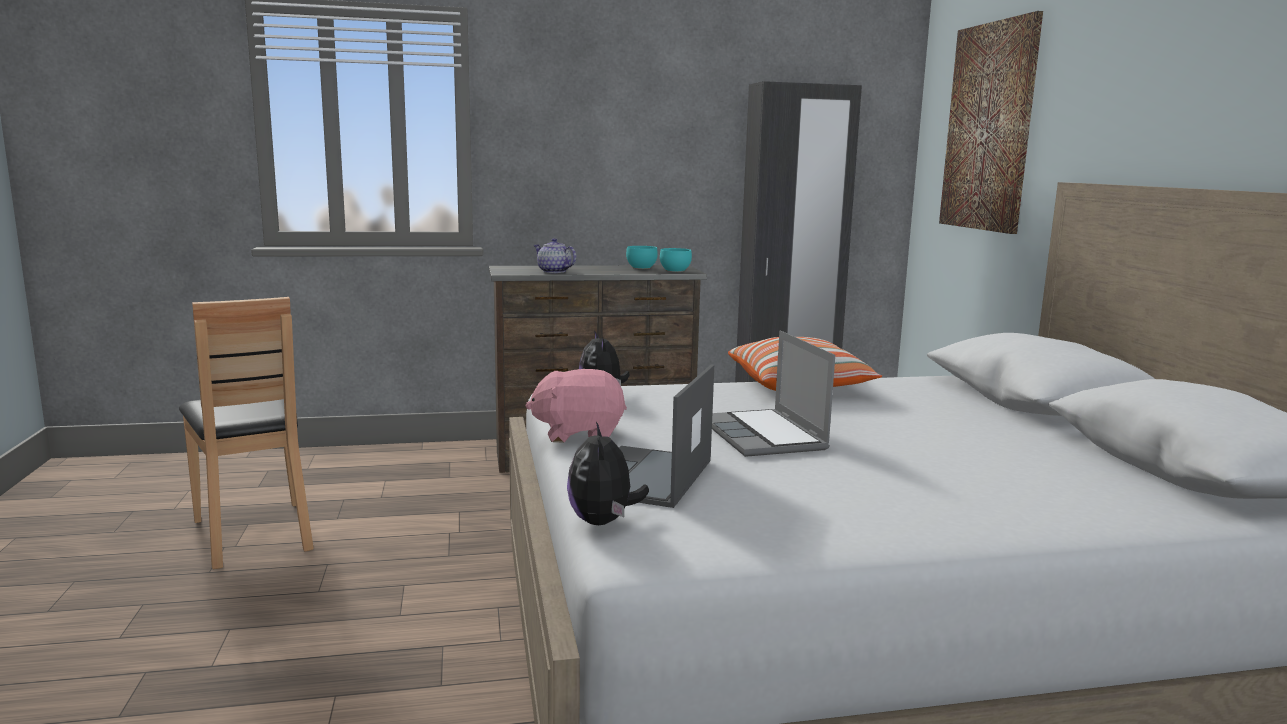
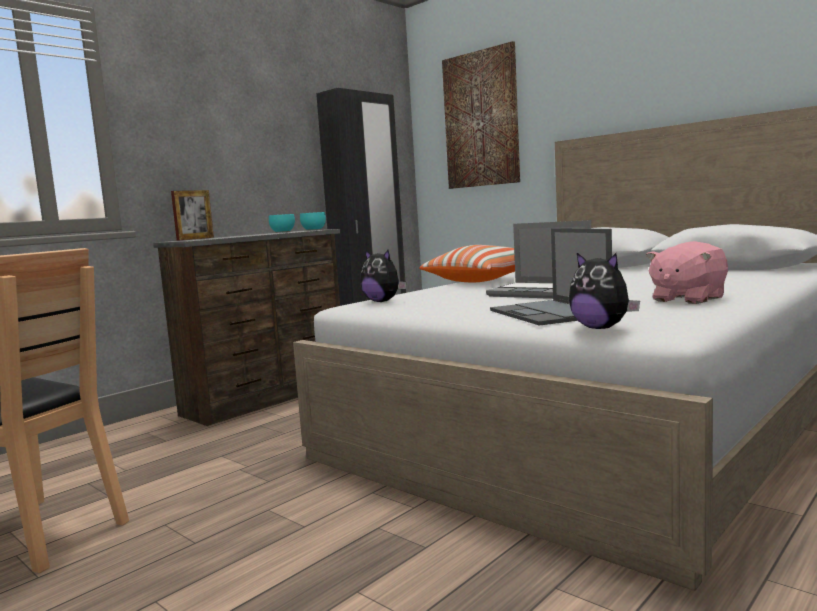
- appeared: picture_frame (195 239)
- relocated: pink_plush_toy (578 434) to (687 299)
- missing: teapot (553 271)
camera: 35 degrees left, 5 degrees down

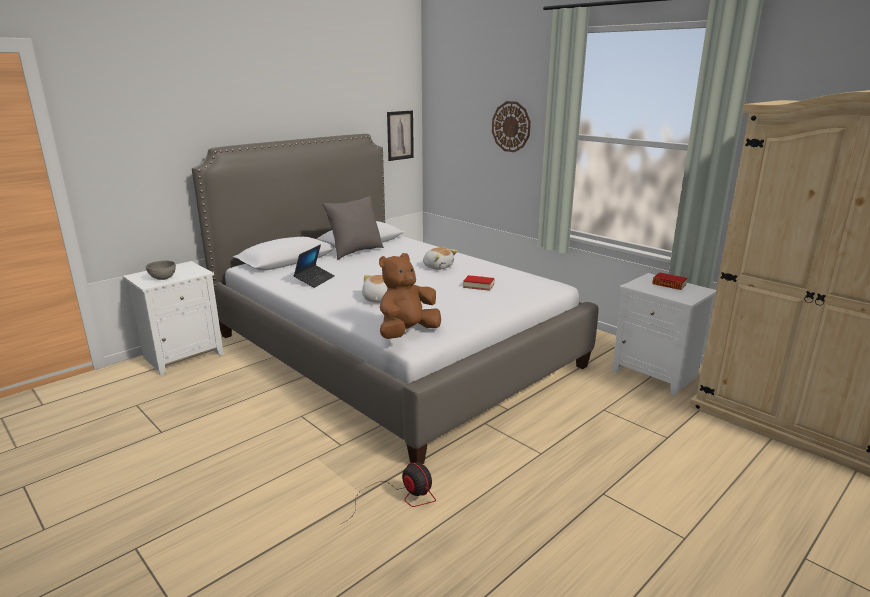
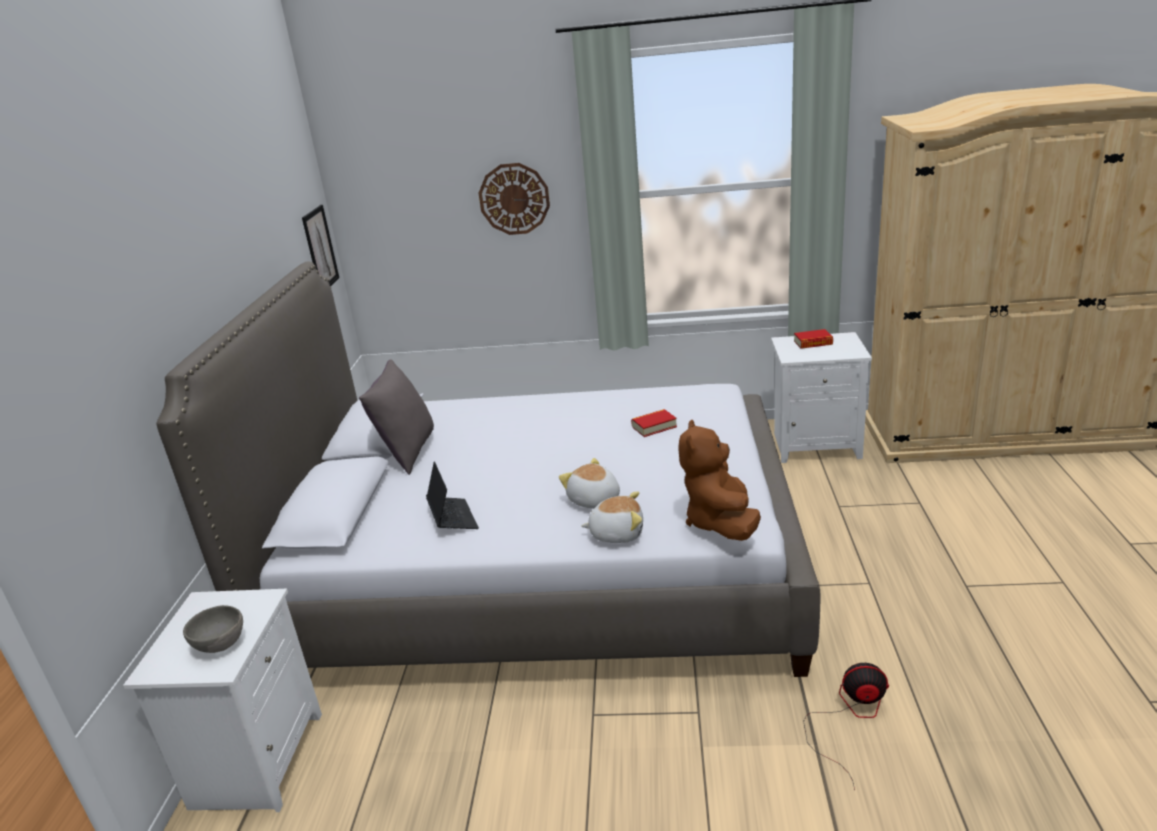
- relocated: plush_toy (438 267) to (616 533)
camera: 40 degrees left, 5 degrees up

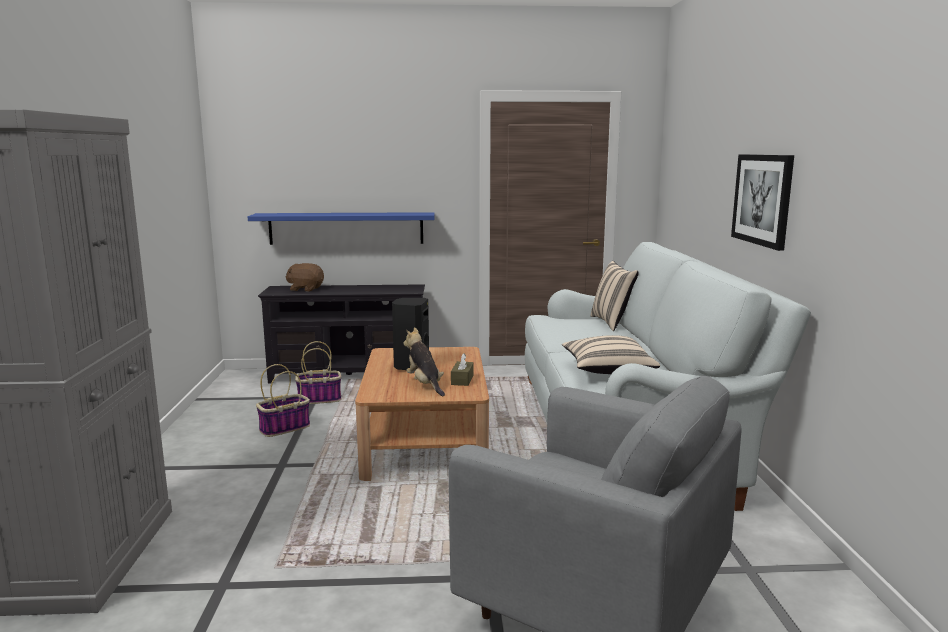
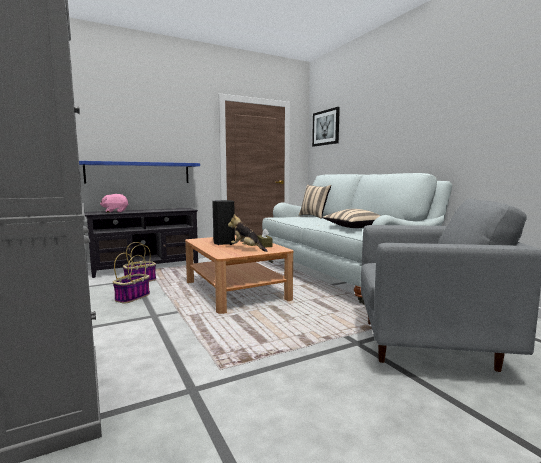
- colour: brown_plush_toy (305 289) to pink_plush_toy (115 211)
- relocated: picture (762 199) to (326 127)
camera: 25 degrees left, 5 degrees down

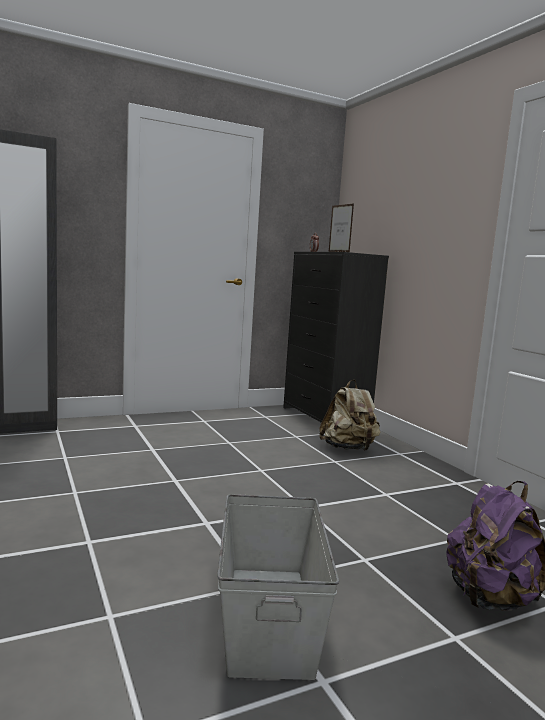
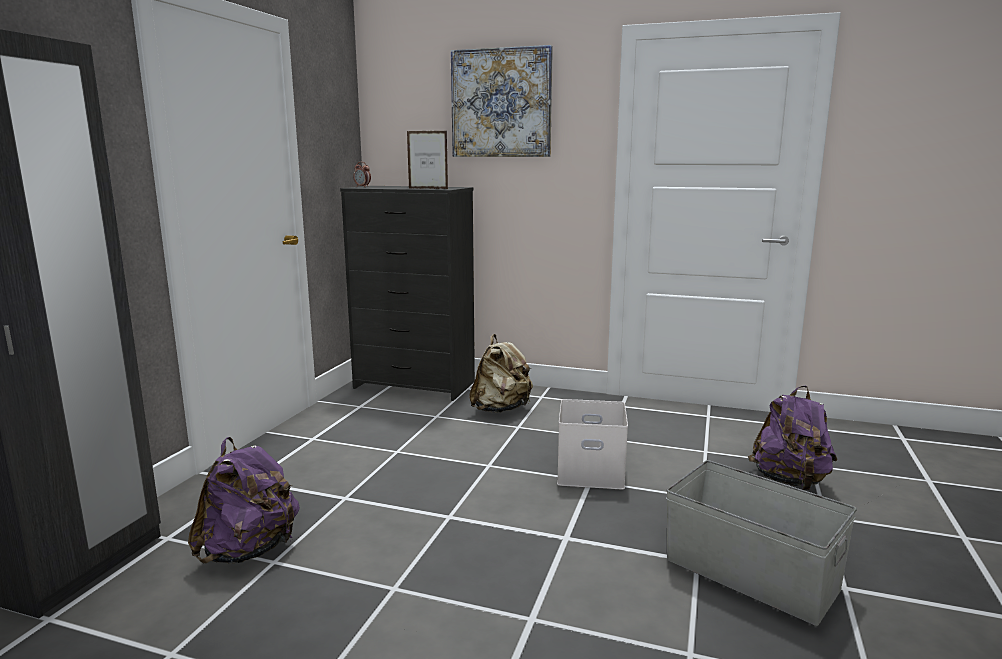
- appeared: purple_backpack (249 551)
- appeared: picture (501 103)
- appeared: white_storage_box (592 471)
camera: 45 degrees left, 5 degrees up

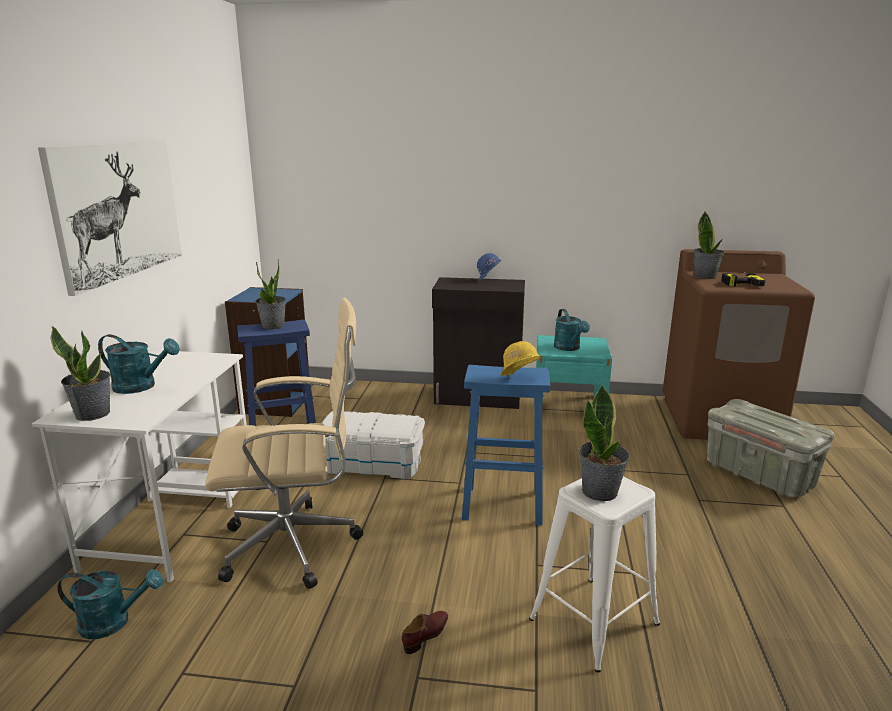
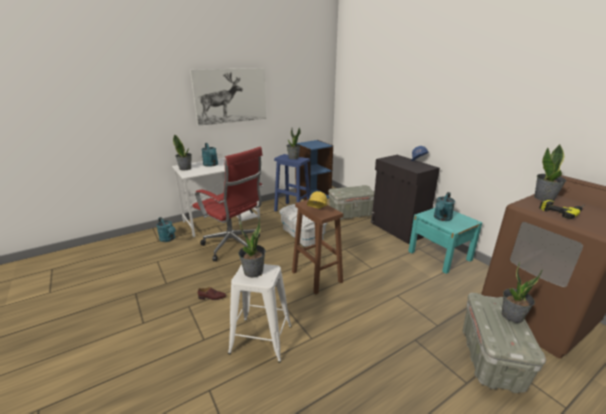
- colour: beige_office_chair (297 545) to red_office_chair (233 246)
- colour: blue_stool (504 505) to brown_stool (317 277)
- appeared: grey_storage_box (351 214)
- appeared: potted_plant (512 316)
camera: 50 degrees right, 5 degrees up

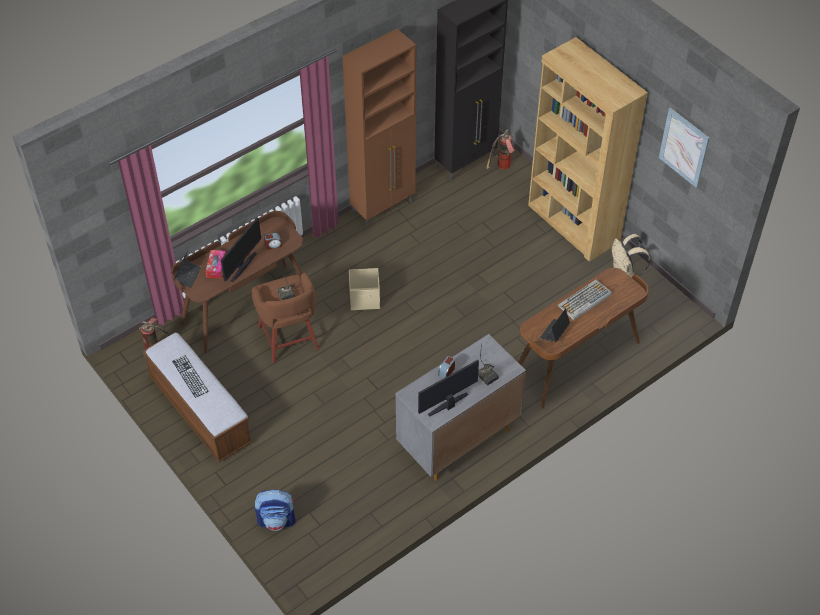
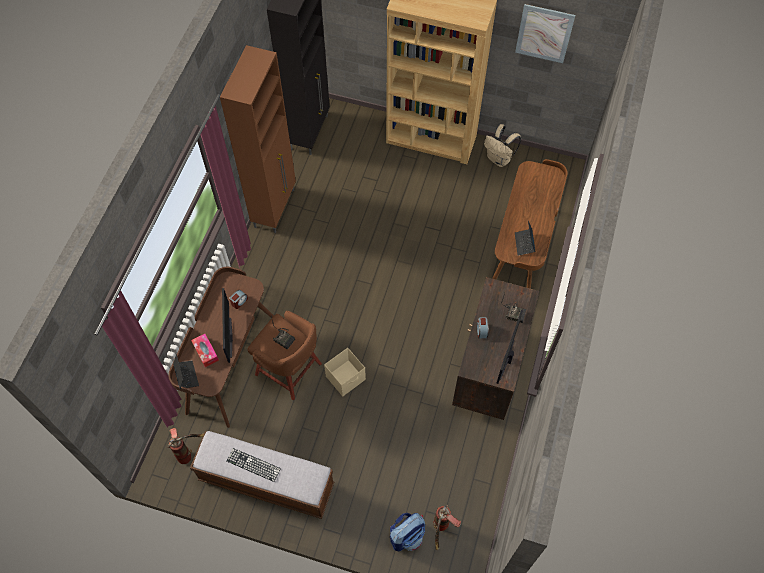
- relocated: beige_storage_box (365 299) to (346 378)
- relocated: fire_extinguisher (501 168) to (441 530)
- colour: grey_cabinet (457 439) to brown_cabinet (488 372)
- missing: keyboard (584 300)
camera: 35 degrees left, 10 degrees up

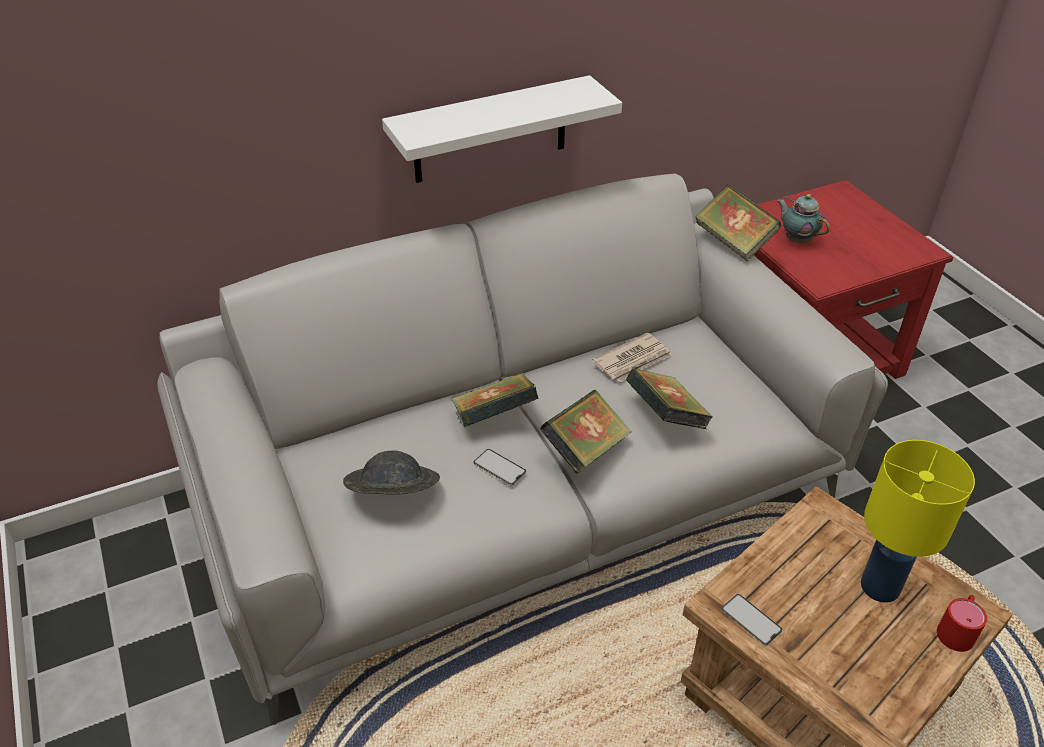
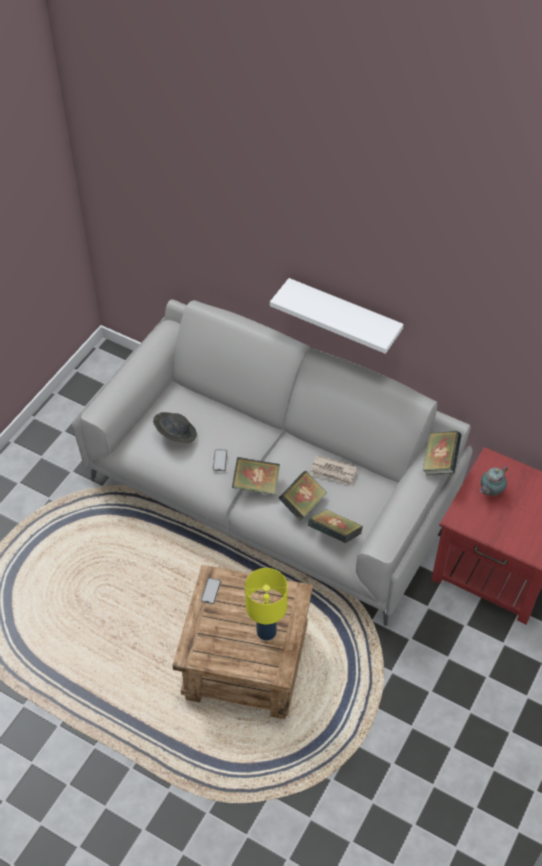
- relocated: book (494 418) to (334 534)
- spun: teapot (796 240) = (490 492) 150 degrees counterclockwise
- missing: red_mug (957 629)
camera: 55 degrees right, 10 degrees up

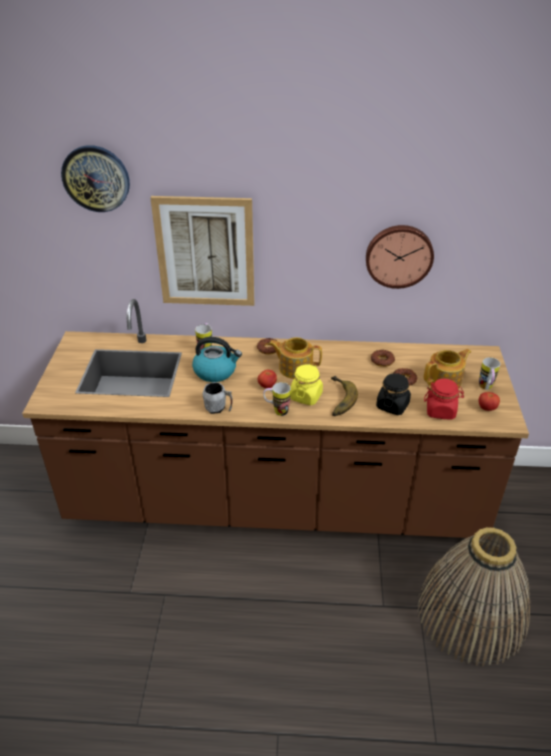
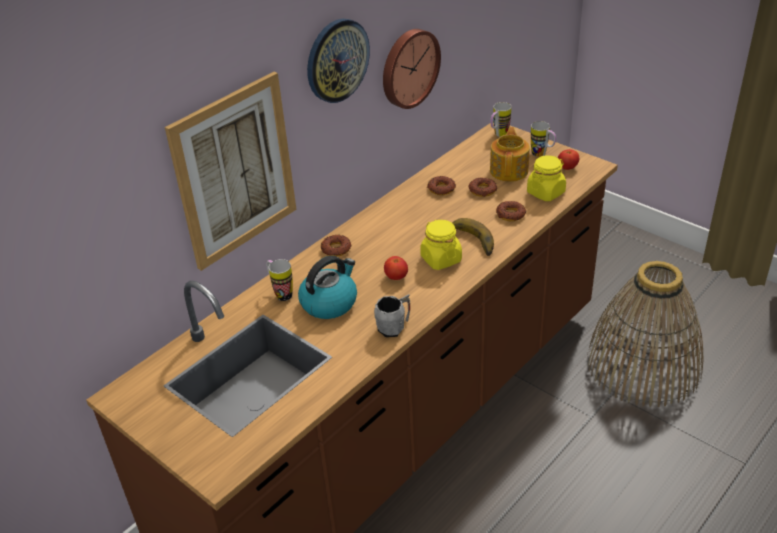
- relocated: wall_clock (96 178) to (337 60)
- relocated: mug (276 411) to (498 135)
- exchanged: black_jar (392 405) to donut (510 214)
- colour: red_jar (441 411) to yellow_jar (546 192)
- missing: teapot (295 368)
camera: 50 degrees left, 0 degrees up

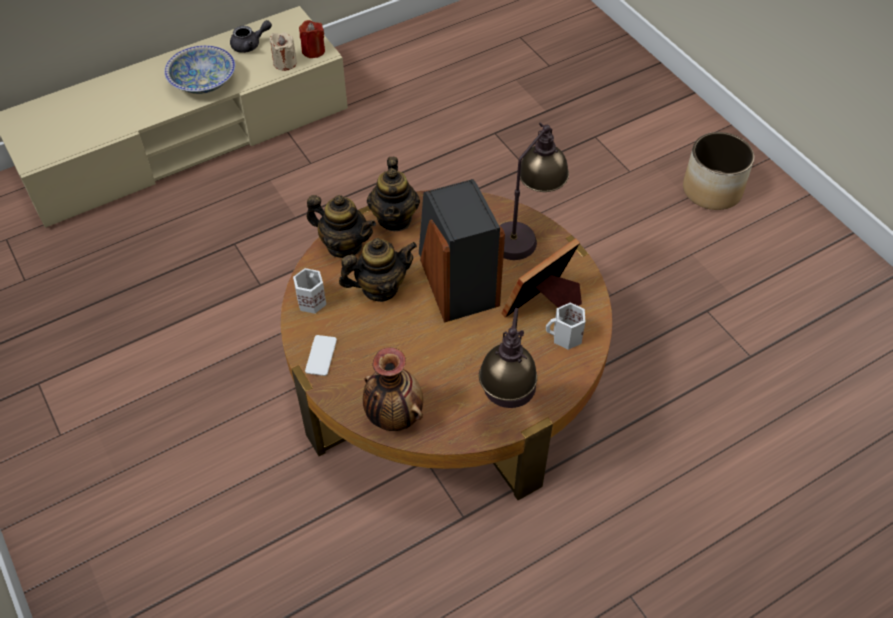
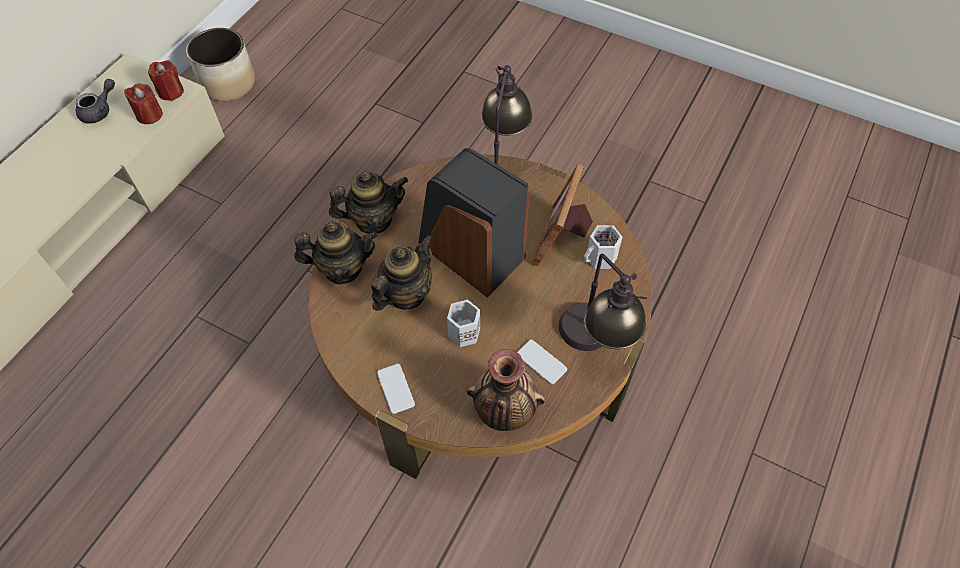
- colour: beige_candle (285 63) to red_candle (149 115)
- relocated: planter (712 190) to (229 84)
- spun: teapot (395 218) = (373 220) 75 degrees counterclockwise
- relocated: white_mug (311 300) to (462 332)
- appeared: phone (541 362)
- missing: bowl (203 82)
camera: 30 degrees left, 5 degrees up

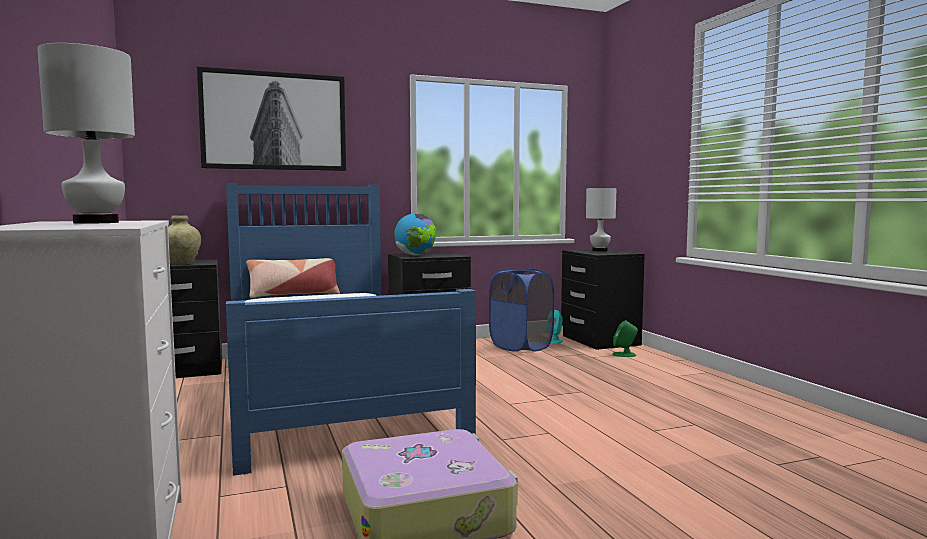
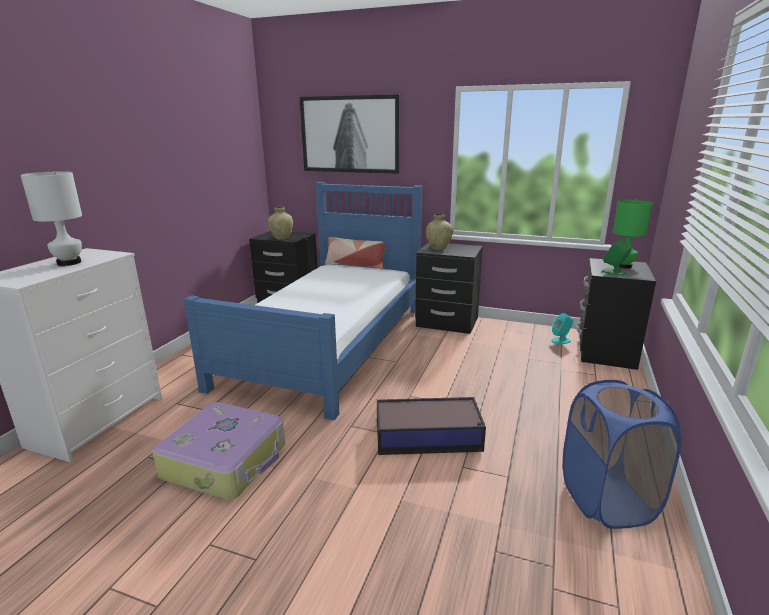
- appeared: storage_box (429 436)
- exchanged: globe (415 255) to beige_vase (438 248)
- relocated: blue_laundry_basket (521 346) to (607 500)
- relocated: green_speaker (624 355) to (614 272)
- colour: white_table_lamp (599 250) to green_table_lamp (623 266)
camera: 40 degrees right, 15 degrees up

